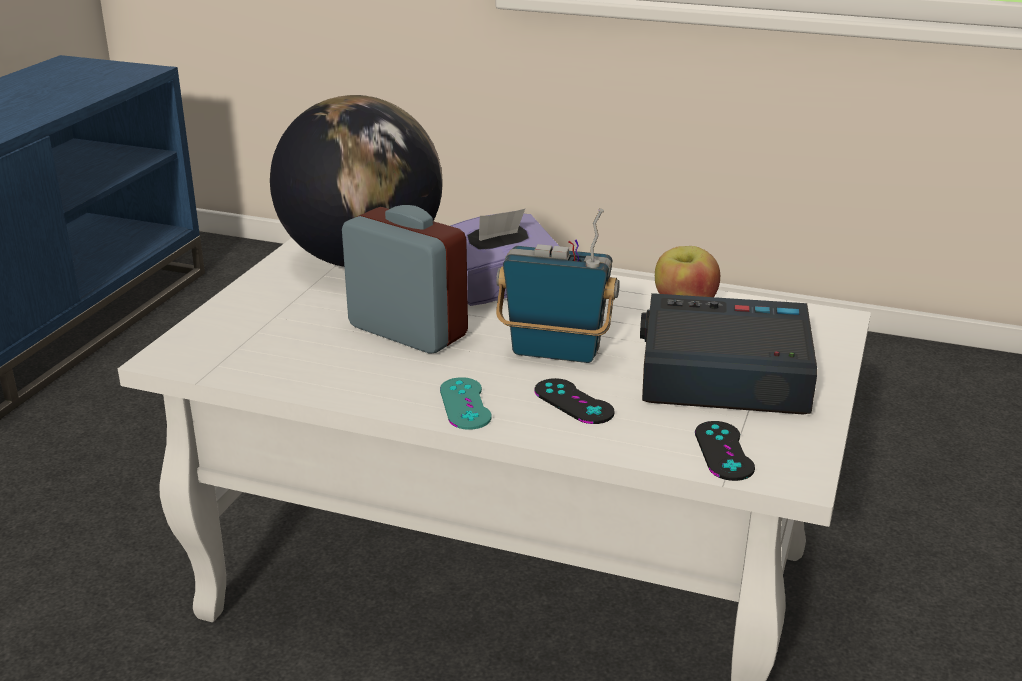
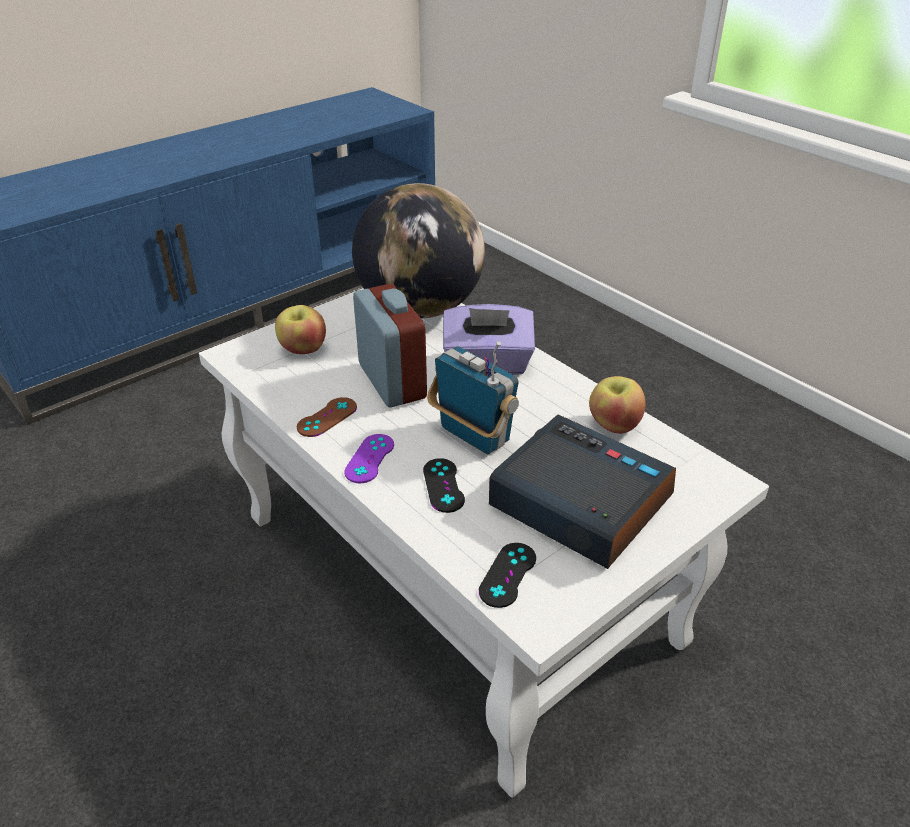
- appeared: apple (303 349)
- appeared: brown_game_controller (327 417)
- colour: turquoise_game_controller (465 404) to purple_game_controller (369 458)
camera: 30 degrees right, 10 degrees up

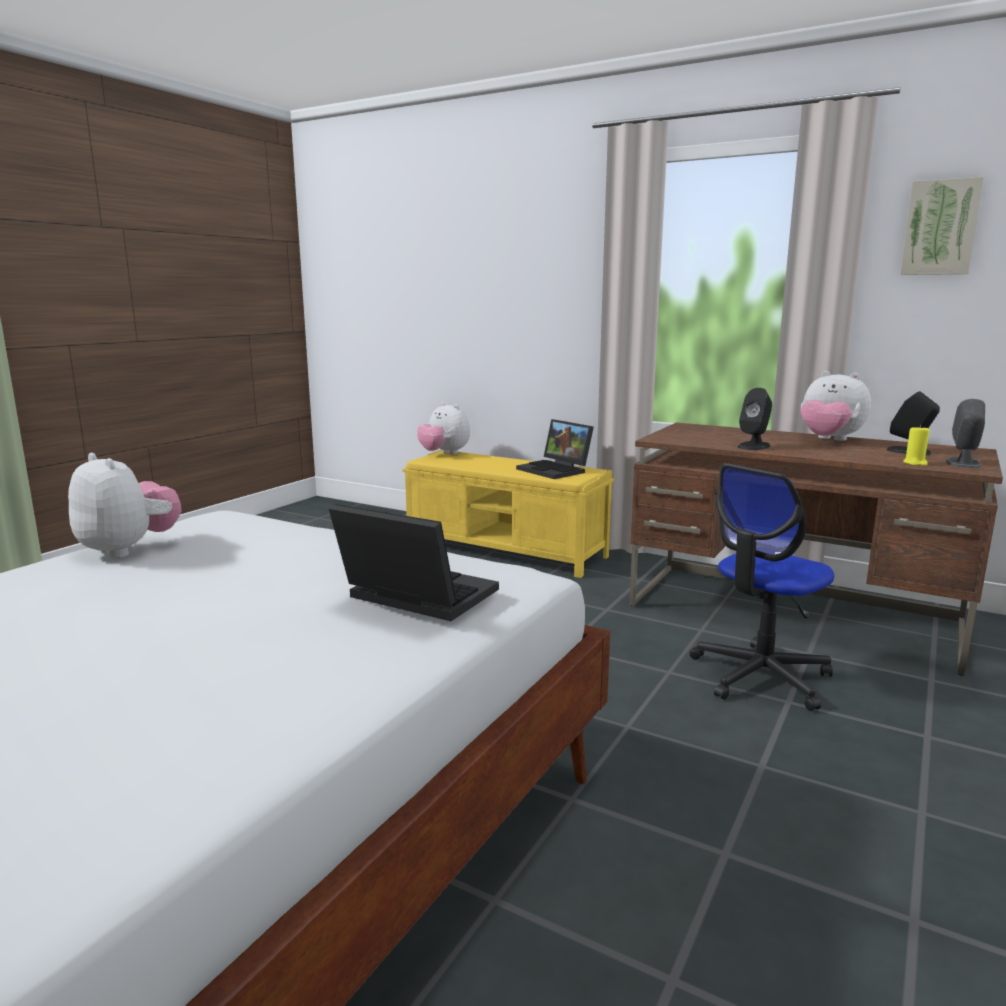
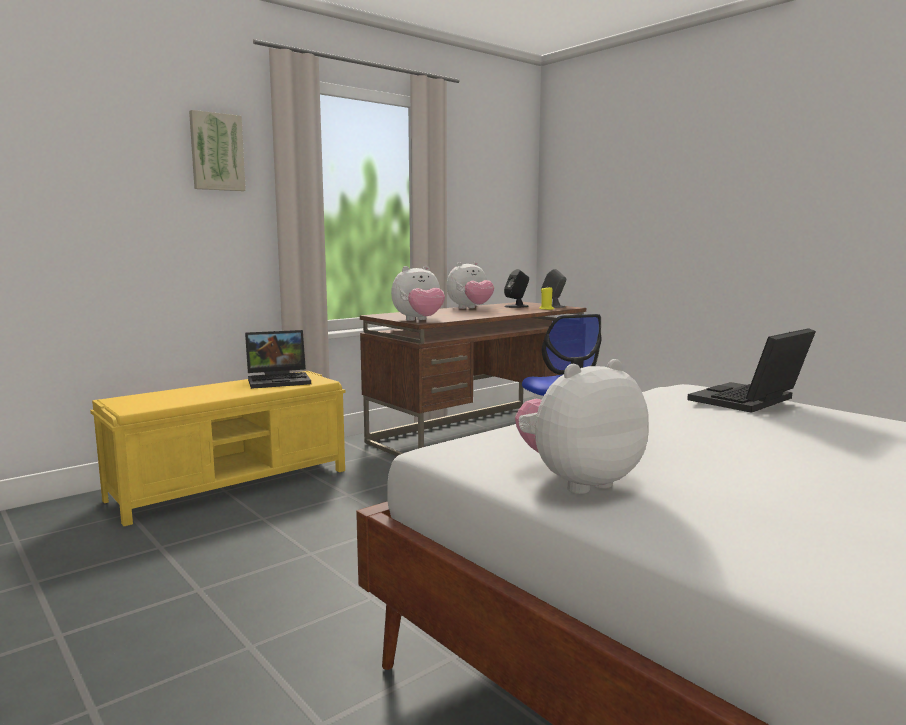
- relocated: picture (940 228) to (216 152)
- relocated: plush_toy (444 454) to (419 320)
- missing: black_speaker (754 446)
camera: 70 degrees left, 5 degrees down

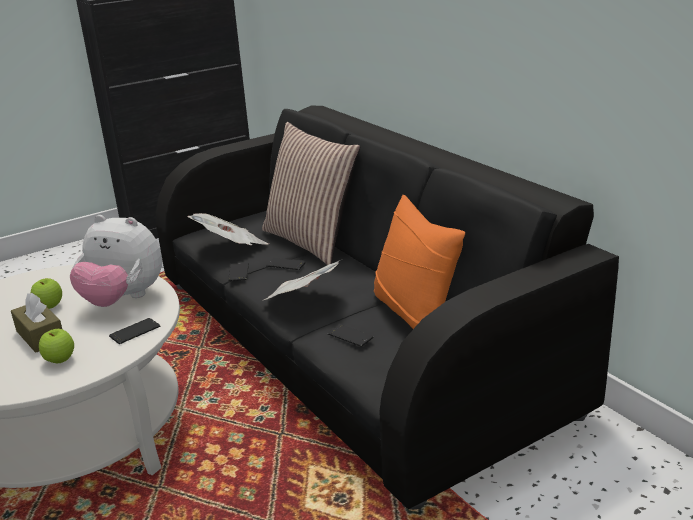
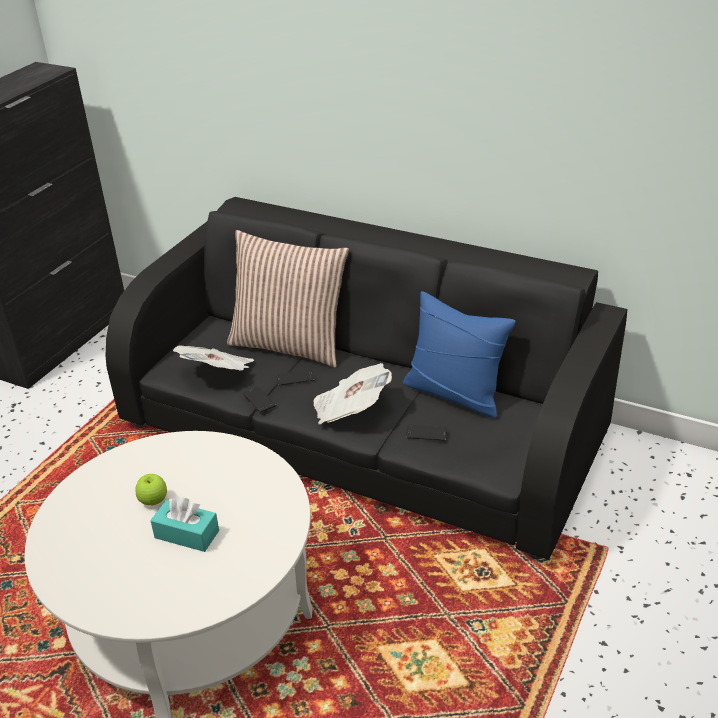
- colour: brown_tissue_box (40 336) to turquoise_tissue_box (187 534)
- colour: orange_pillow (414 312) to blue_pillow (455 393)
- missing: apple (60 360)
- missing: plush_toy (123 300)
- missing: phone (135 331)
camera: 30 degrees left, 10 degrees up

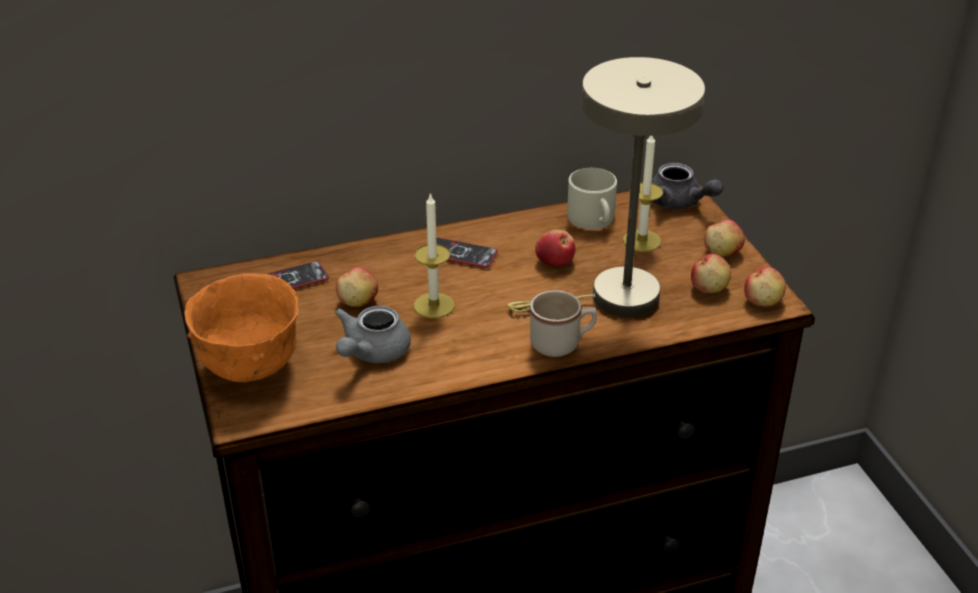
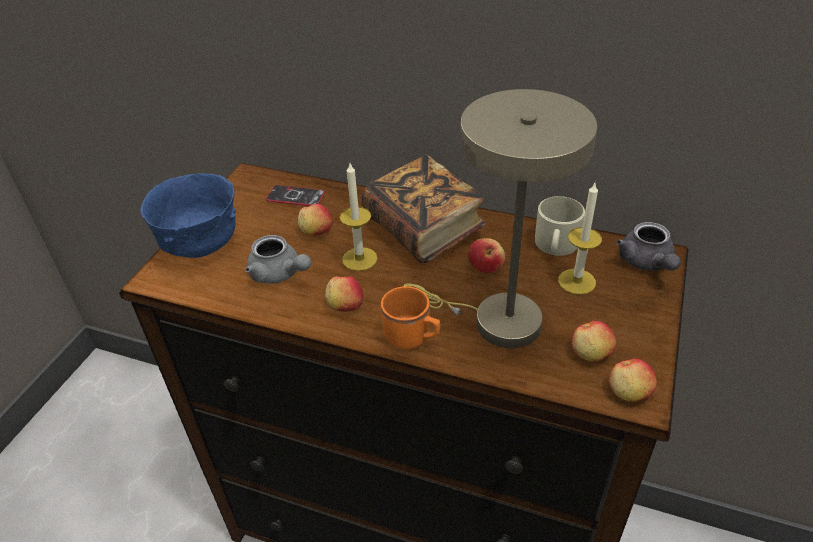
- colour: orange_bowl (250 367) to blue_bowl (201 246)
- spun: grey_teapot (371 353) = (279 274) 120 degrees counterclockwise
- relocated: apple (722 252) to (345 305)
- exchanged: phone (461 254) to book (424 228)
- colour: beige_mug (562 344) to orange_mug (412 338)
camera: 40 degrees right, 5 degrees up

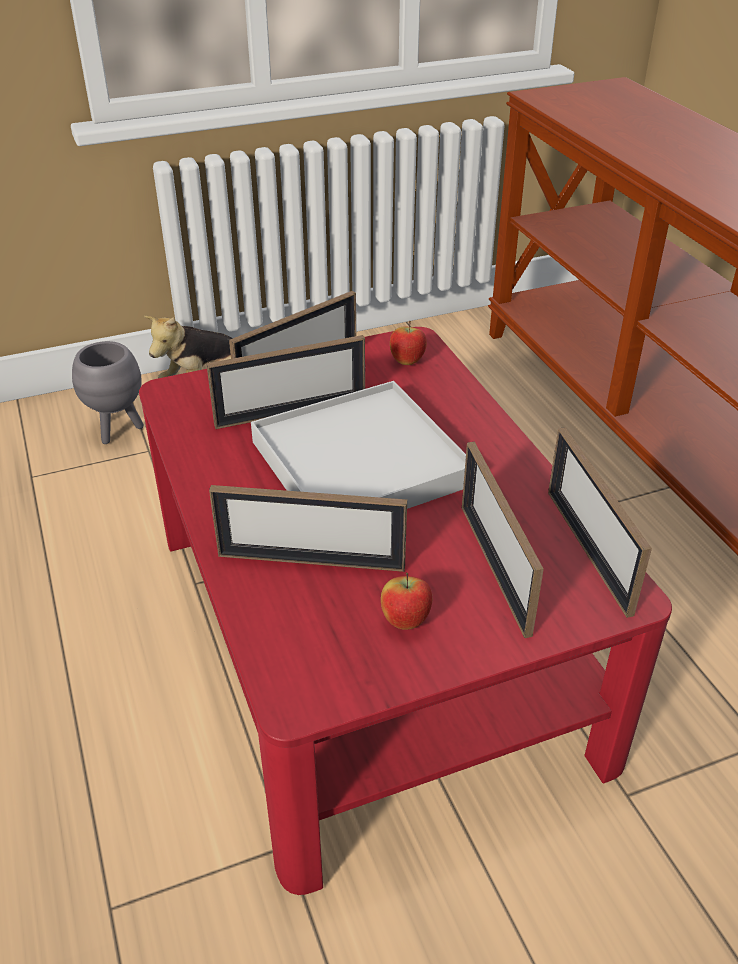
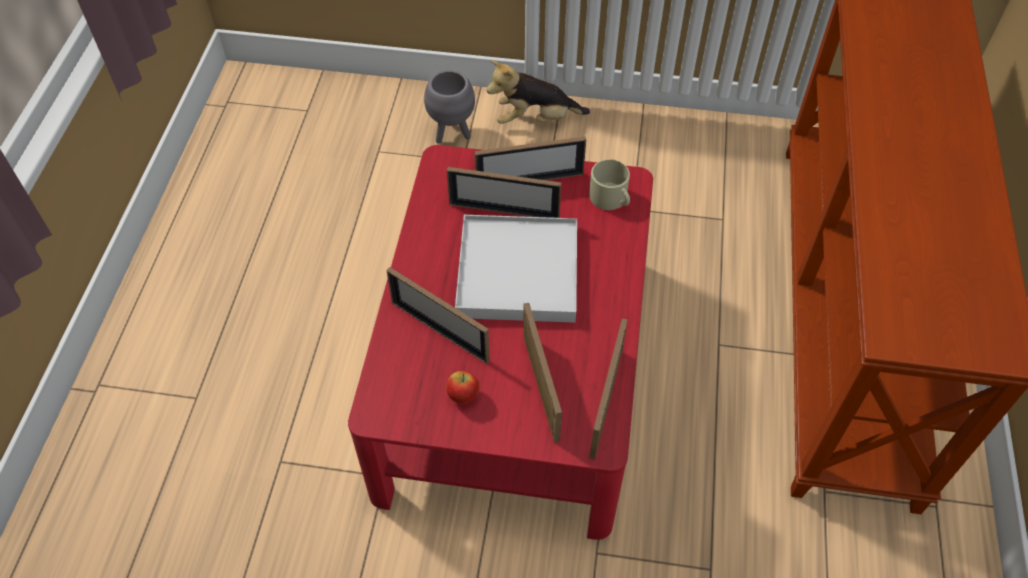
- spun: picture_frame (494 567) = (540 386) 150 degrees clockwise
- exchanged: apple (407 362) to beige_mug (611 199)
camera: 30 degrees right, 15 degrees up

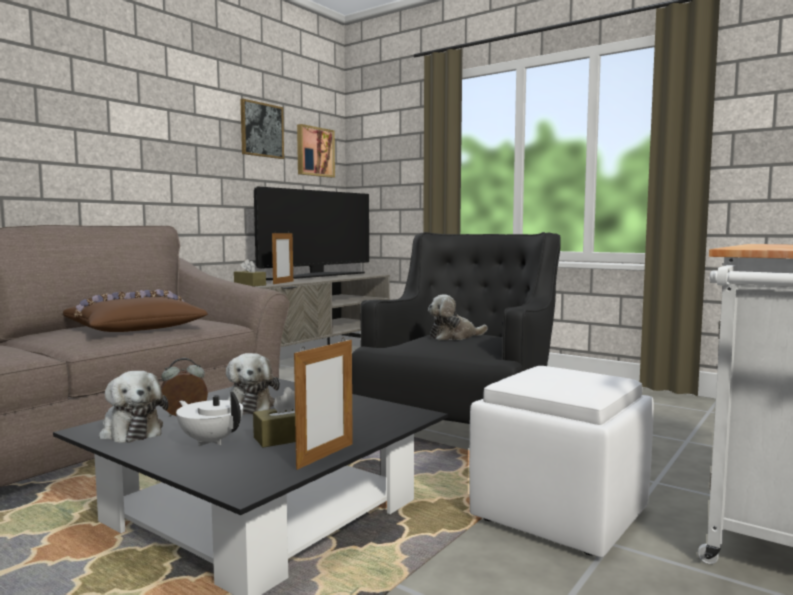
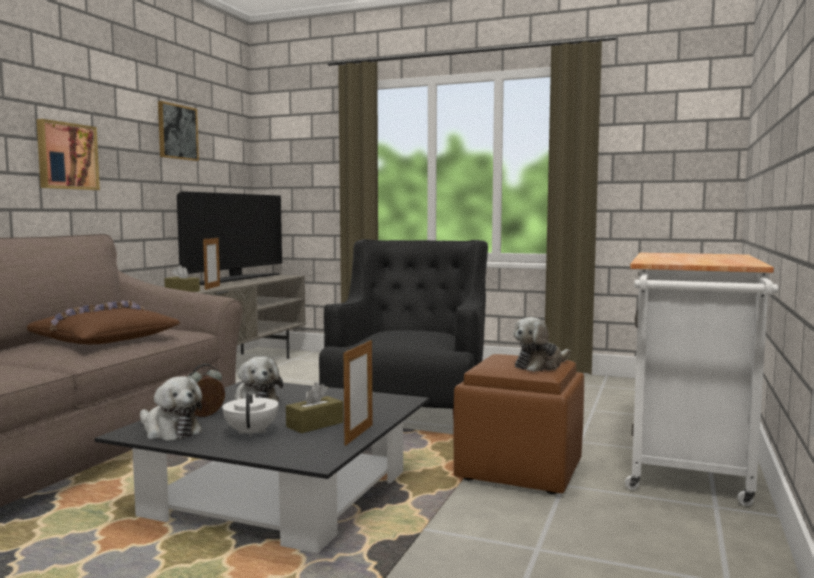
- relocated: picture (314 152) to (66 156)
- spun: white_teapot (211 441) = (252 432) 60 degrees clockwise
- colour: white_ottoman (561 515) to brown_ottoman (521 470)
- relocated: plush_toy (454 337) to (540 365)
camera: 15 degrees left, 0 degrees up

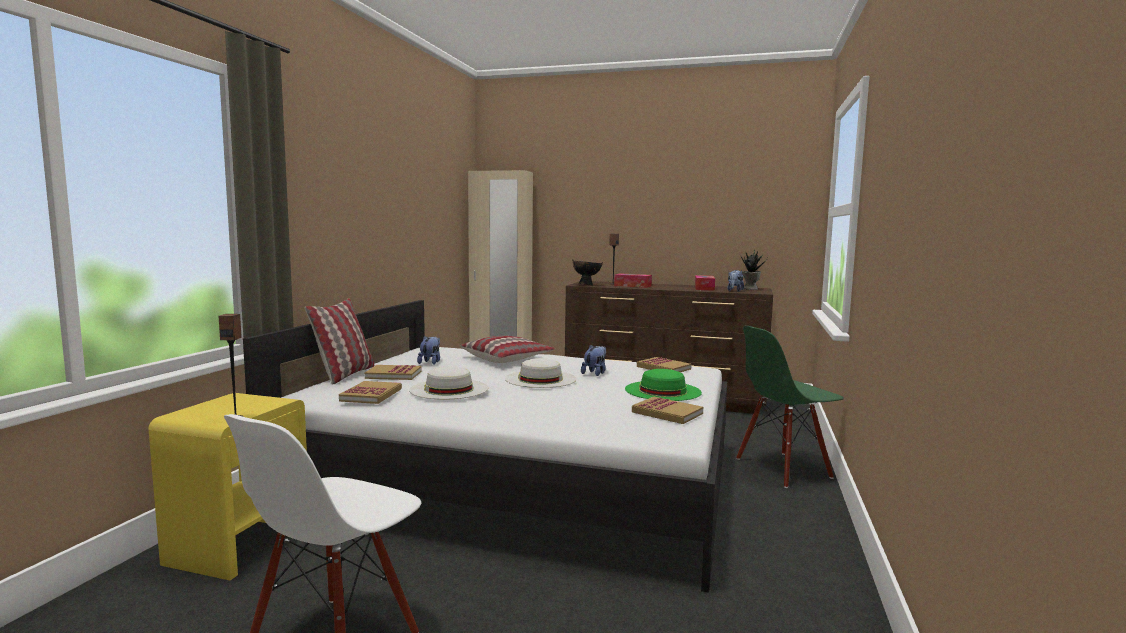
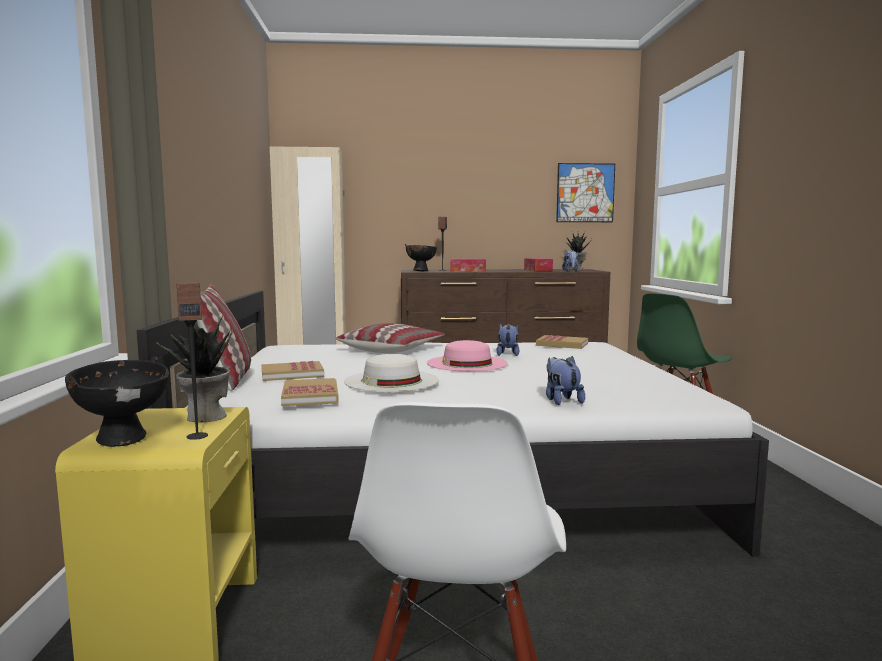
- appeared: black_bowl (125 441)
- appeared: potted_plant (205 417)
- colour: white_hat (540 379) to pink_hat (467 363)
- relocated: plush_toy (430 362) to (561 400)
- appeared: picture (585 193)
- missing: green_hat (662 391)
- missing: book (667 413)
camera: 20 degrees left, 0 degrees up

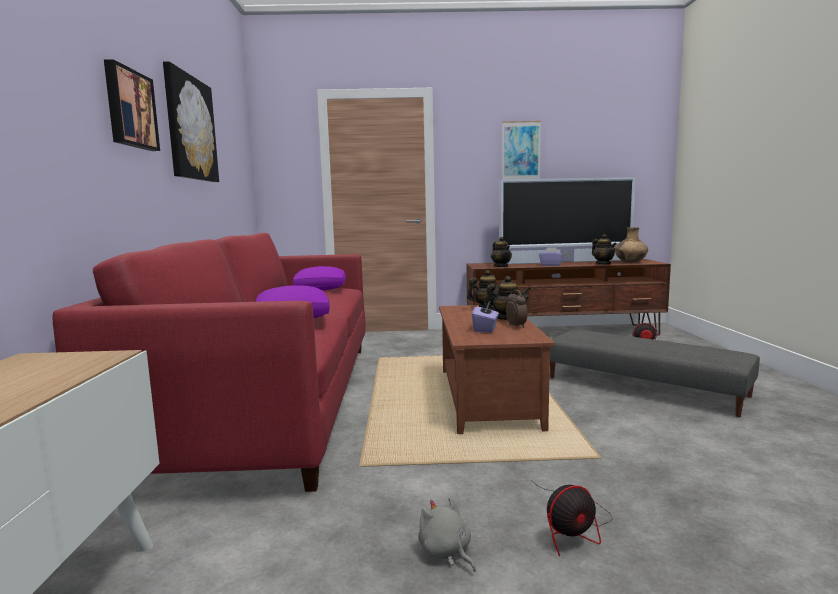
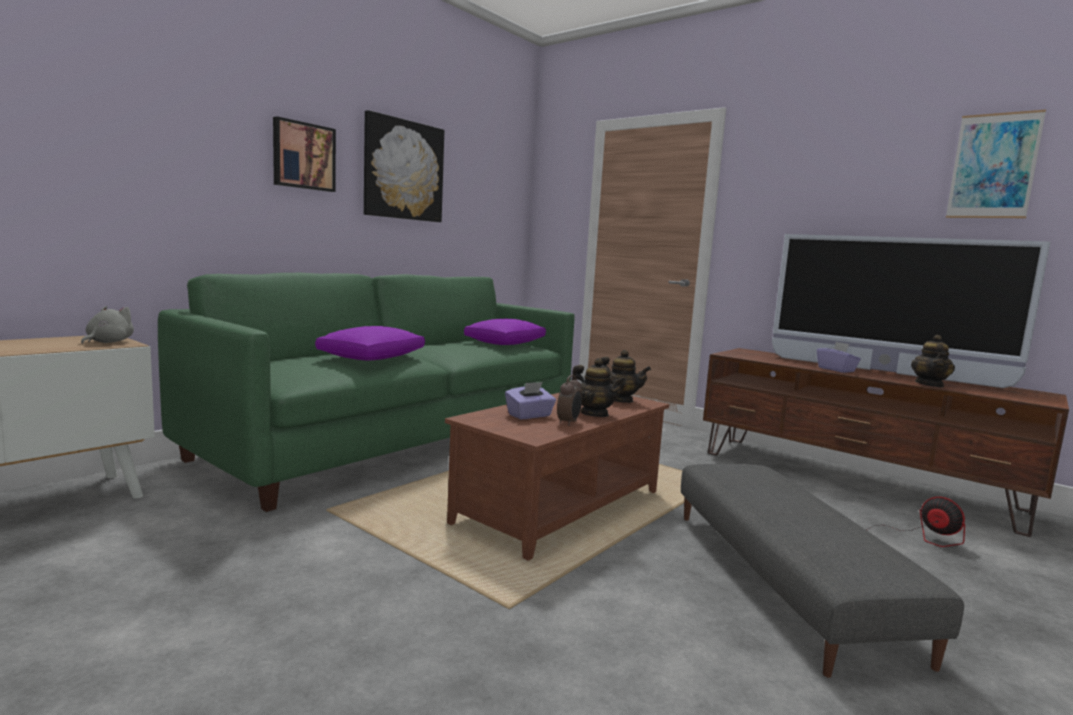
- relocated: grey_plush_toy (446 552) to (108 342)
- colour: red_sofa (273 400) to green_sofa (397 440)
- relocated: picture (521 151) to (993 166)
- missing: teapot (501 266)
- missing: fan (573 527)
- missing: brown_vase (630 263)
camera: 40 degrees right, 0 degrees up

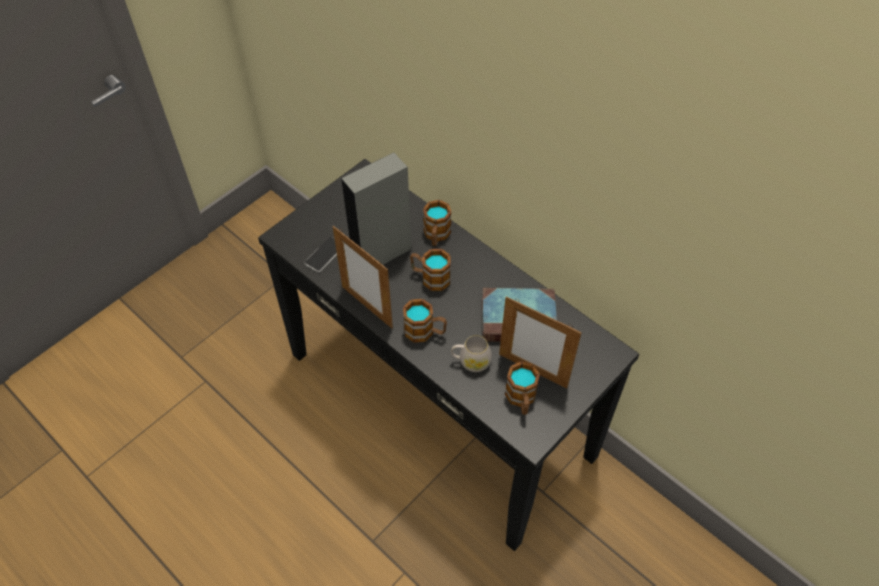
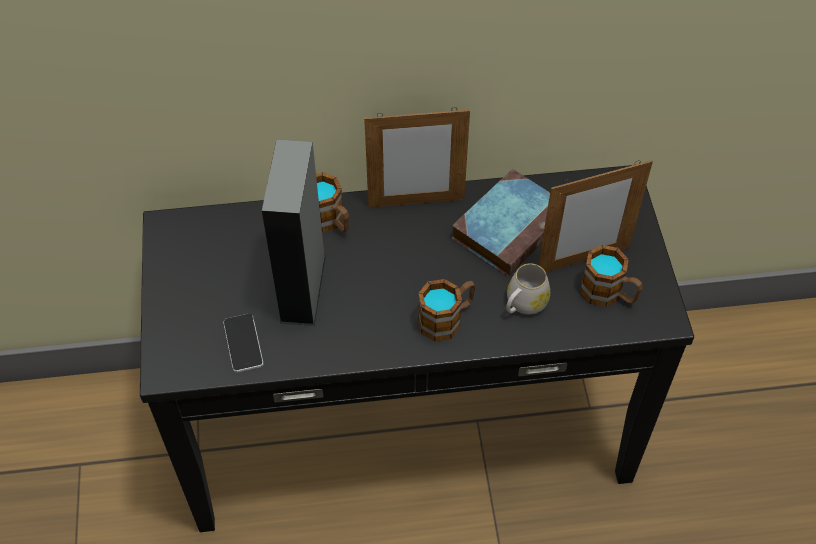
- relocated: picture_frame (367 307) to (416 202)
- missing: mug (430 277)
camera: 50 degrees left, 0 degrees up

